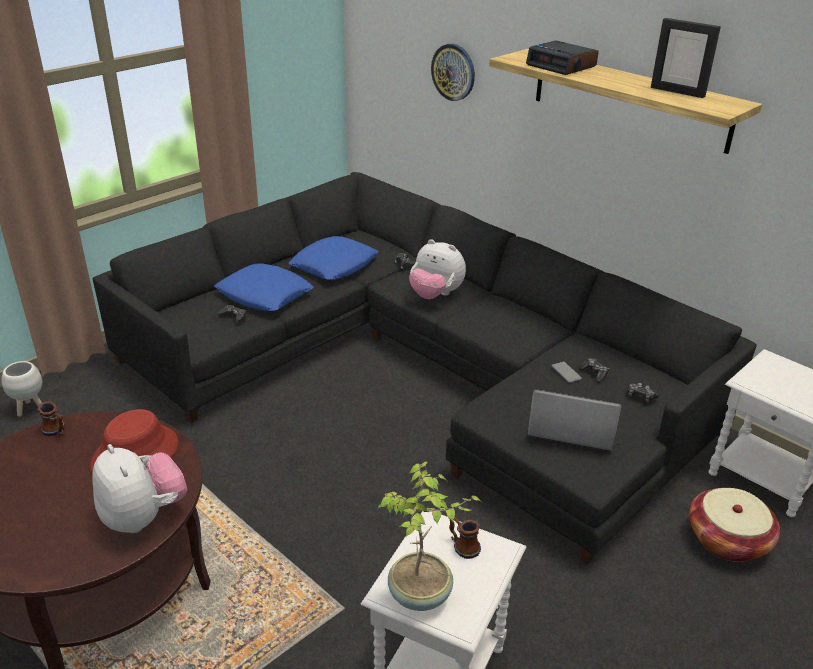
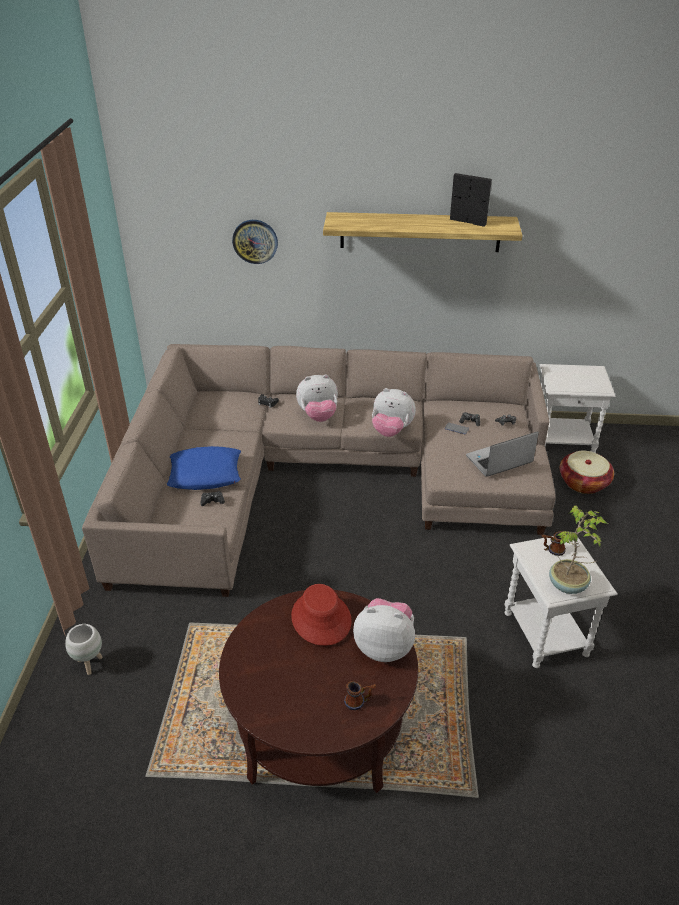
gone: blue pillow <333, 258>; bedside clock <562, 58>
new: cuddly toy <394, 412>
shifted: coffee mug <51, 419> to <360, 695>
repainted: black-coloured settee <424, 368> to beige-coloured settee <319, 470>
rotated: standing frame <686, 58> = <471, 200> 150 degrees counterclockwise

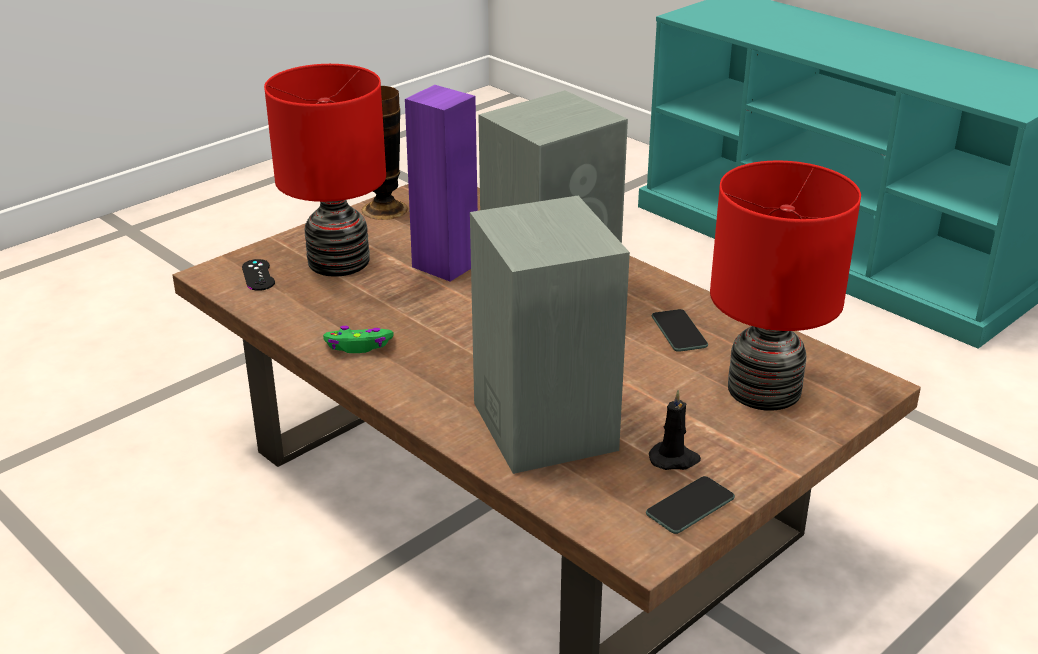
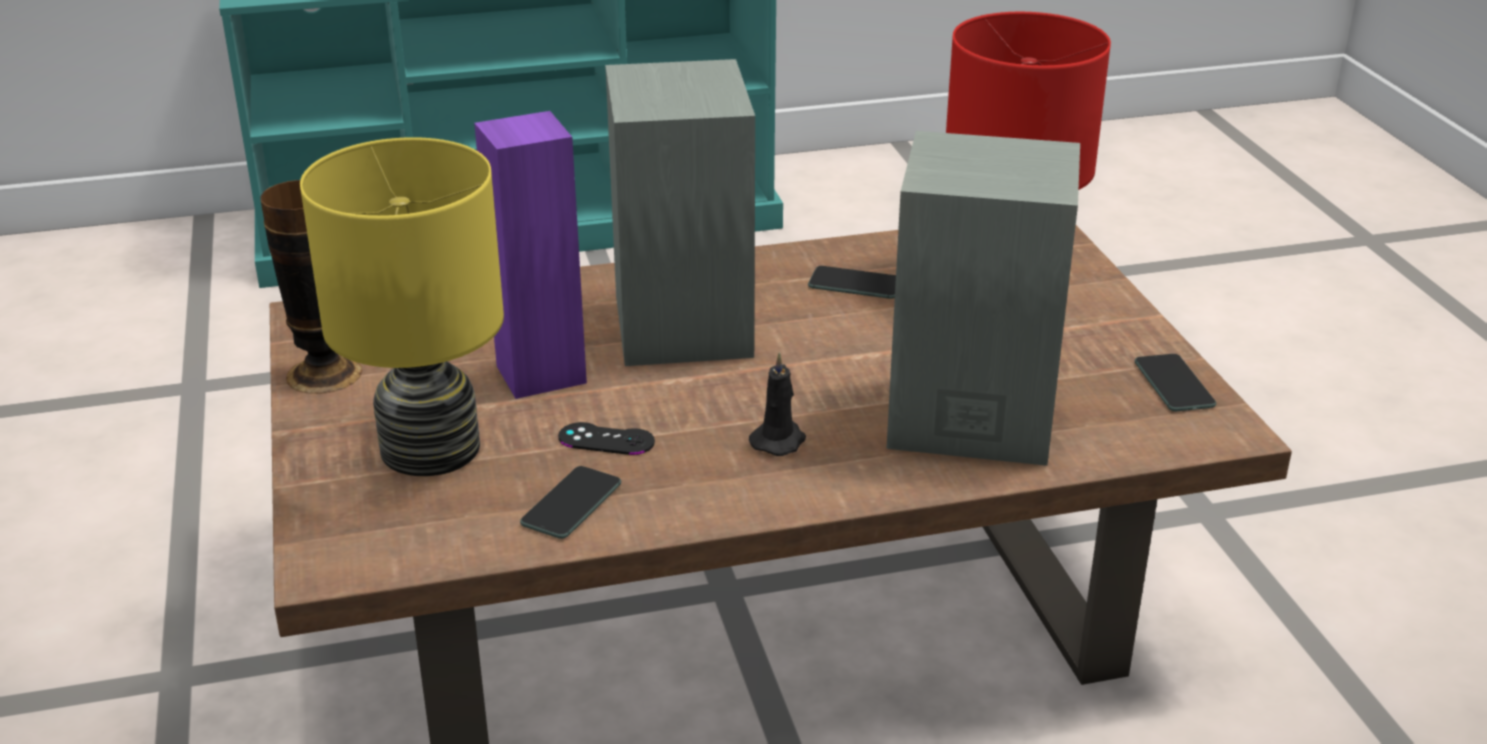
gone: green-coloured game controller <358, 339>
new: phone <570, 502>
shifted: black-coloured game controller <258, 275> to <606, 438>; black-coloured wax candle <675, 430> to <777, 403>
repainted: reddish lamp for a table <325, 170> to yellowish lamp for a table <402, 306>

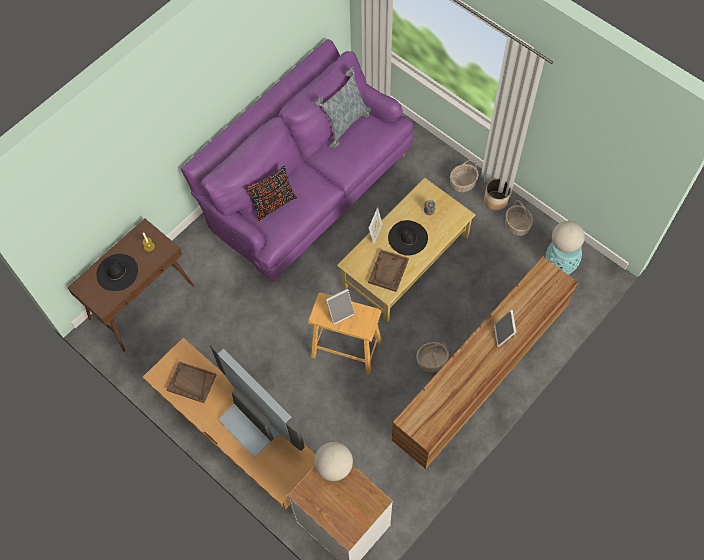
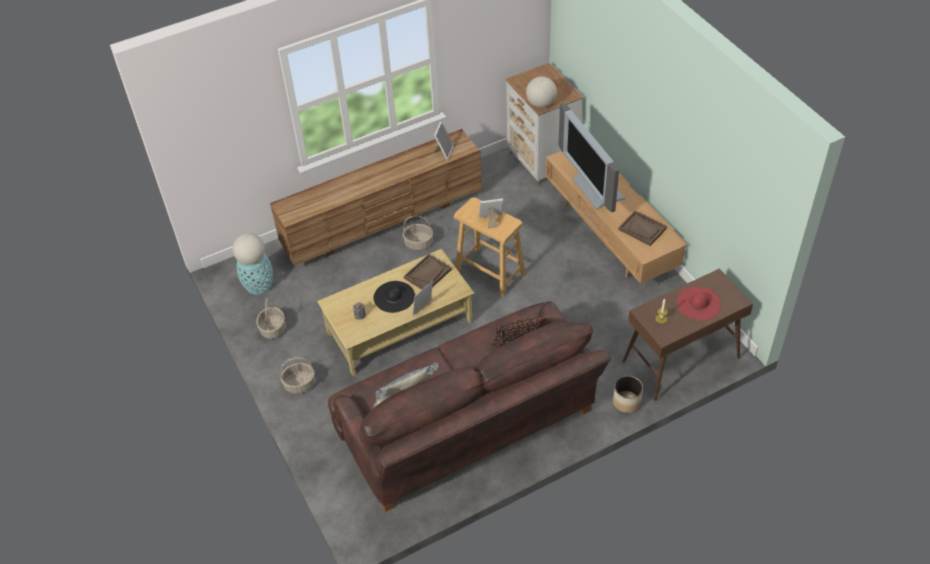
shifted: standing frame <505, 328> to <443, 140>; plant pot <497, 194> to <628, 394>
repainted: purplish settee <297, 160> to brown-coloured settee <469, 406>; black-coloured clothing hat <117, 272> to reddish clothing hat <699, 304>

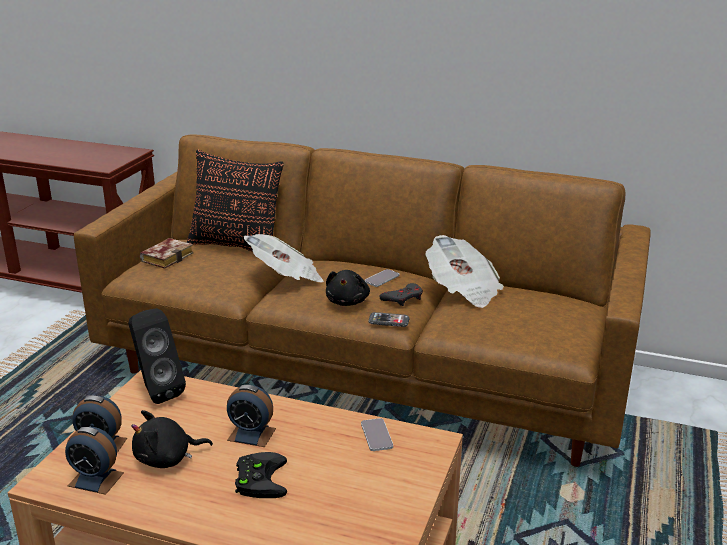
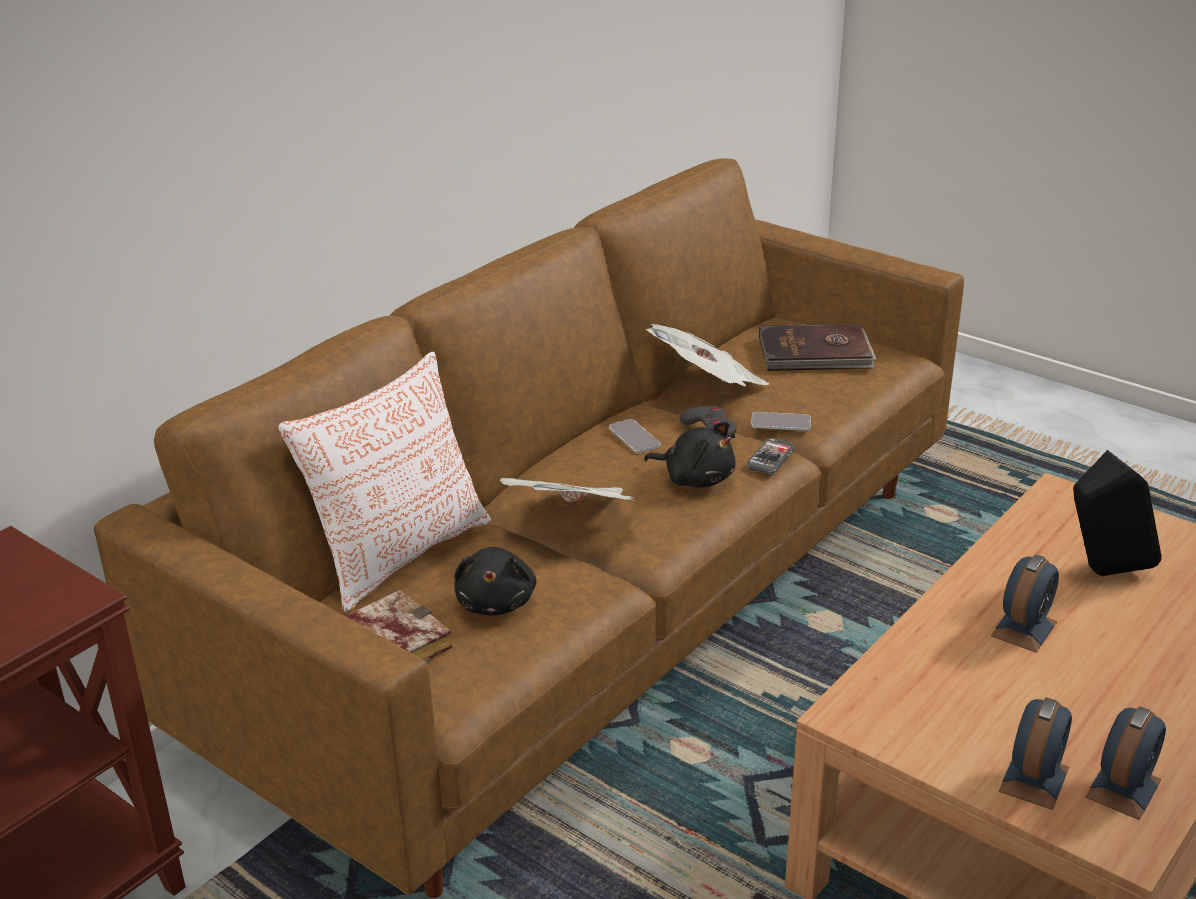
gone: black-coloured game controller <261, 475>
new: brown-coloured bound book <817, 347>
shifted: black-coloured cuddly toy <172, 439> to <495, 581>; phone <377, 434> to <781, 421>; black-coloured audio speaker <157, 356> to <1117, 513>
repainted: black-coloured pillow <235, 201> to whitish pillow <385, 482>

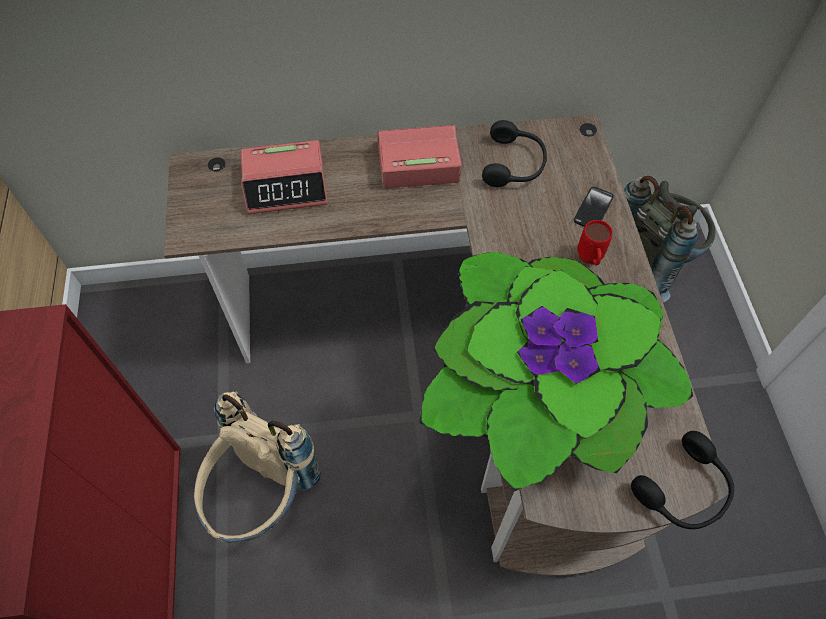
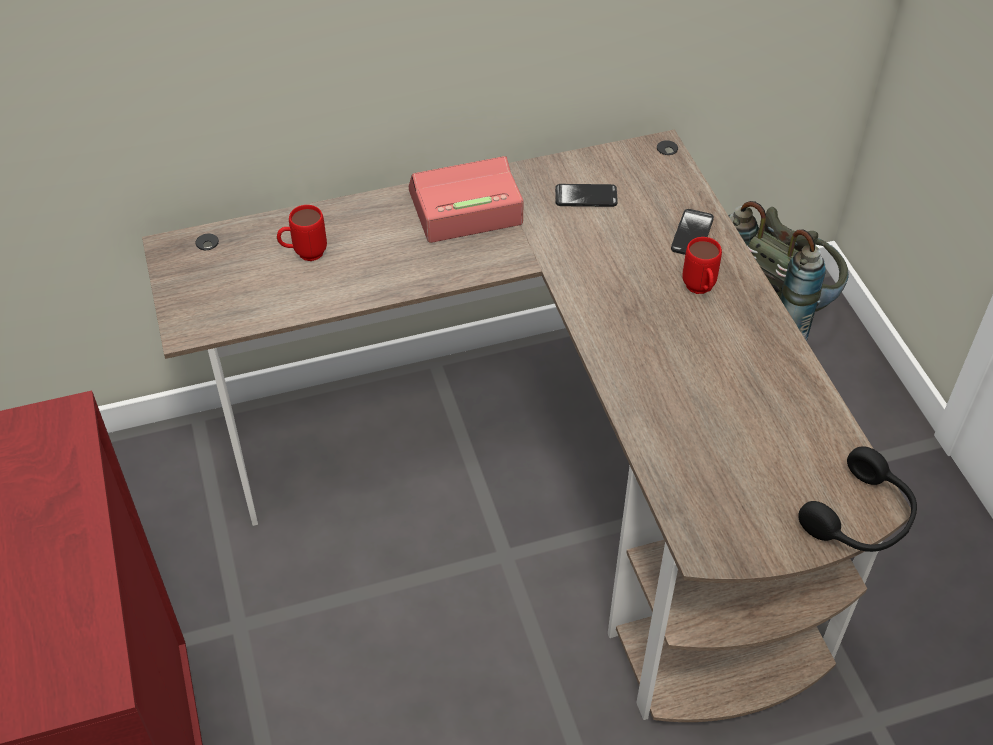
gone: beige-coloured knapsack <257, 467>; houseplant <556, 372>
swapped: bedside clock <284, 177> to reddish coffee mug <302, 233>; black-coloured pair of headphones <514, 153> to phone <586, 195>

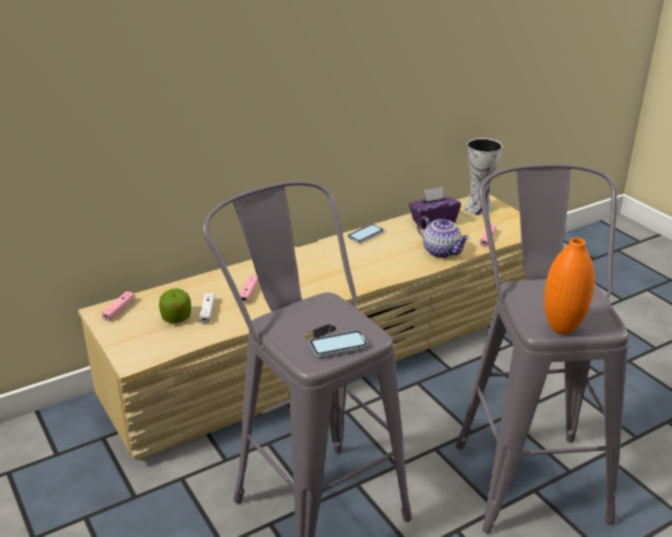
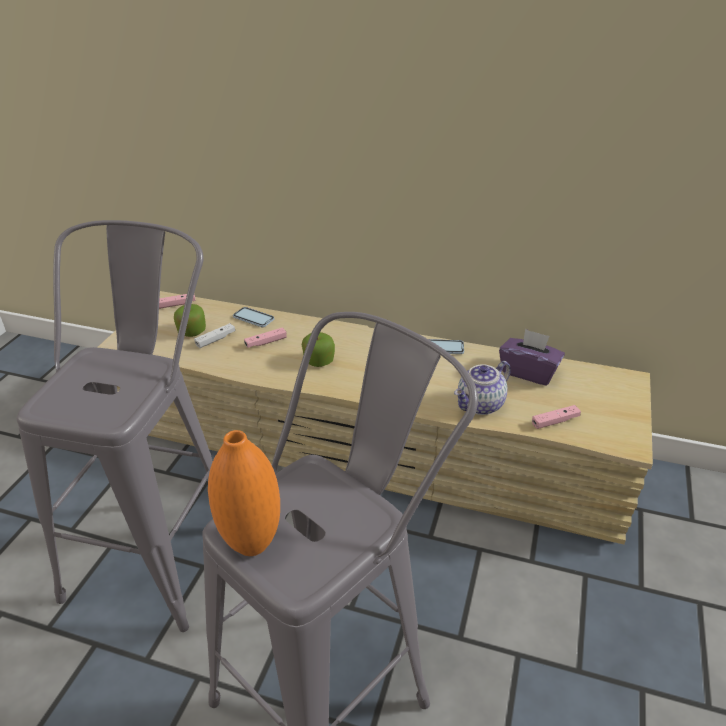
gone: flower vase <483, 176>
new: apple <318, 349>
shifted: phone <338, 343> to <253, 317>
rotated: teapot <443, 237> = <482, 388> 45 degrees clockwise

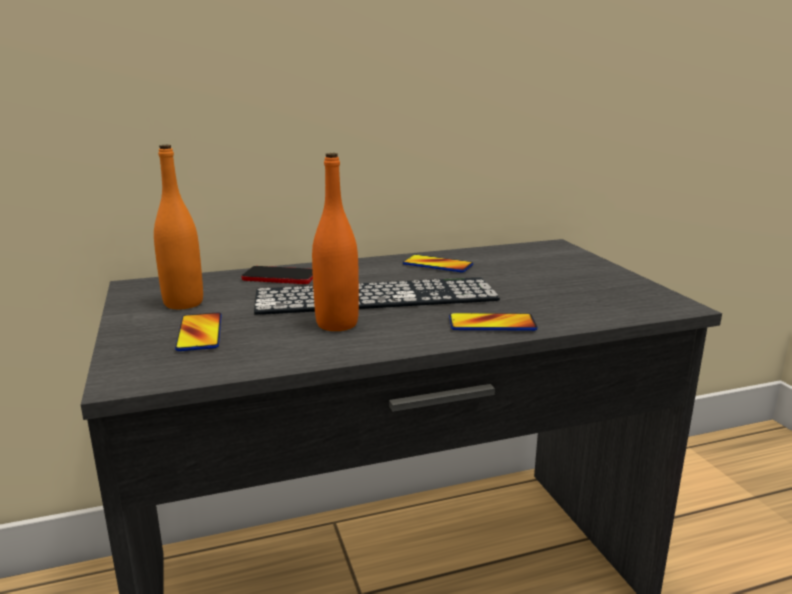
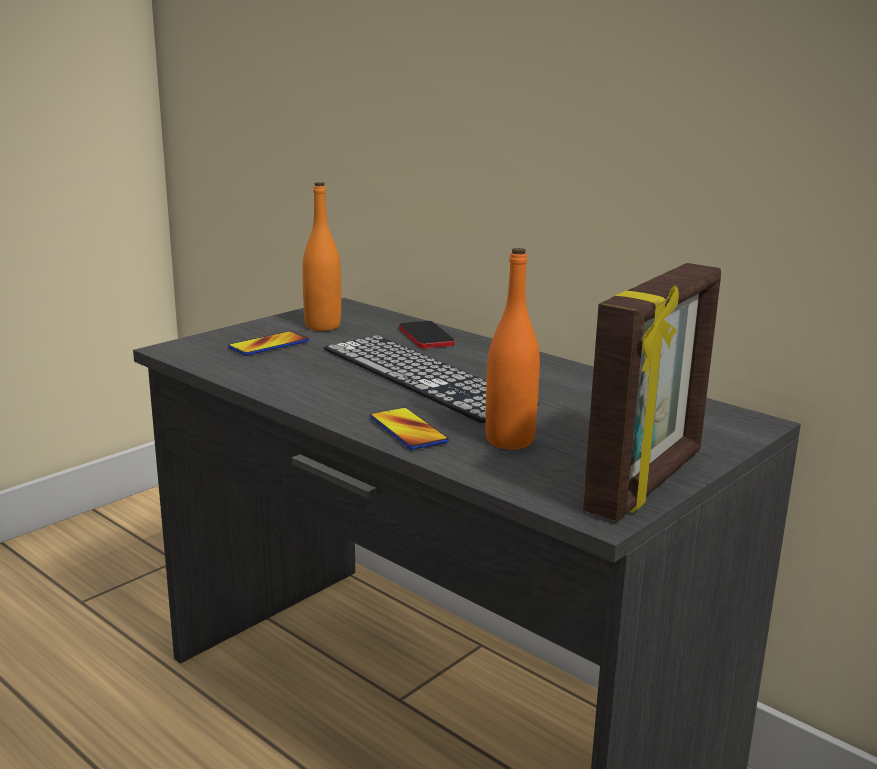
gone: phone <438, 264>
new: standing frame <652, 392>
shifted: orange bottle <335, 242> to <513, 348>

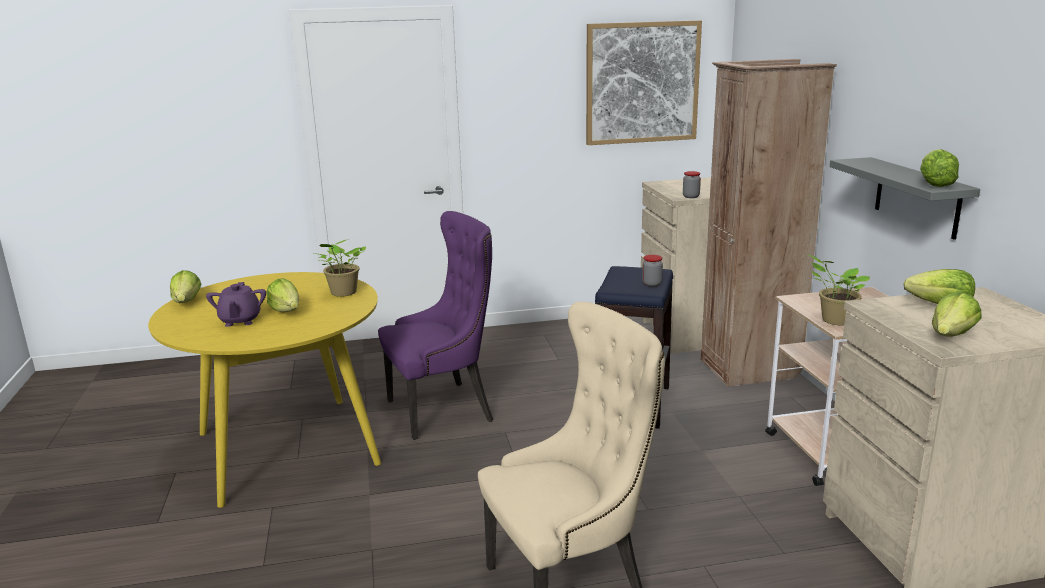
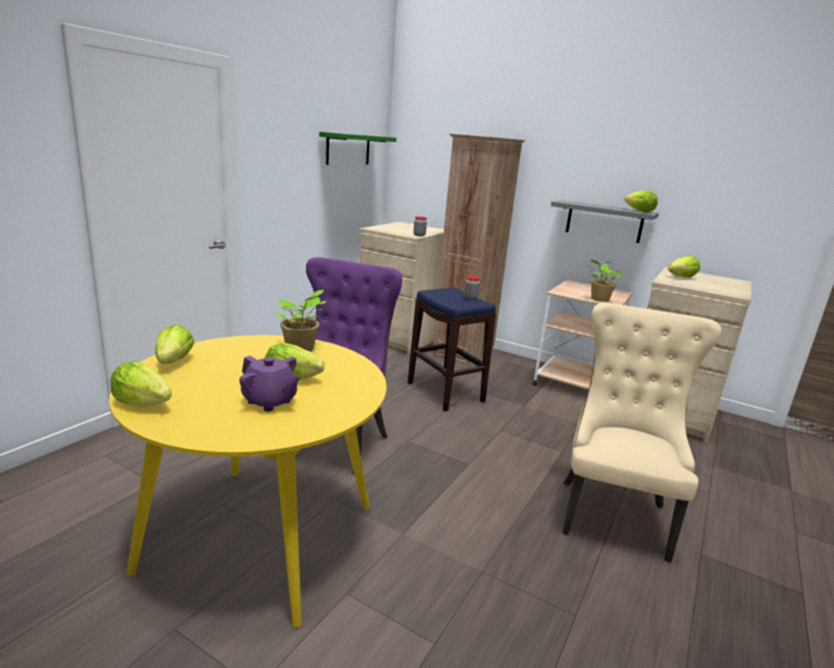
shifted: lettuce <957, 314> to <174, 344>
swapped: picture <644, 82> to green-coloured wall shelf <357, 148>

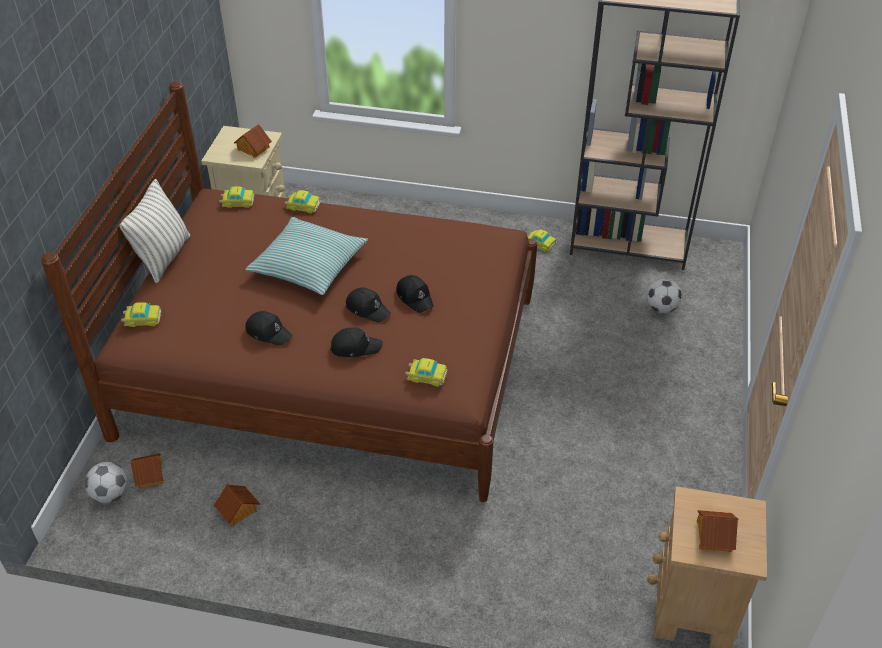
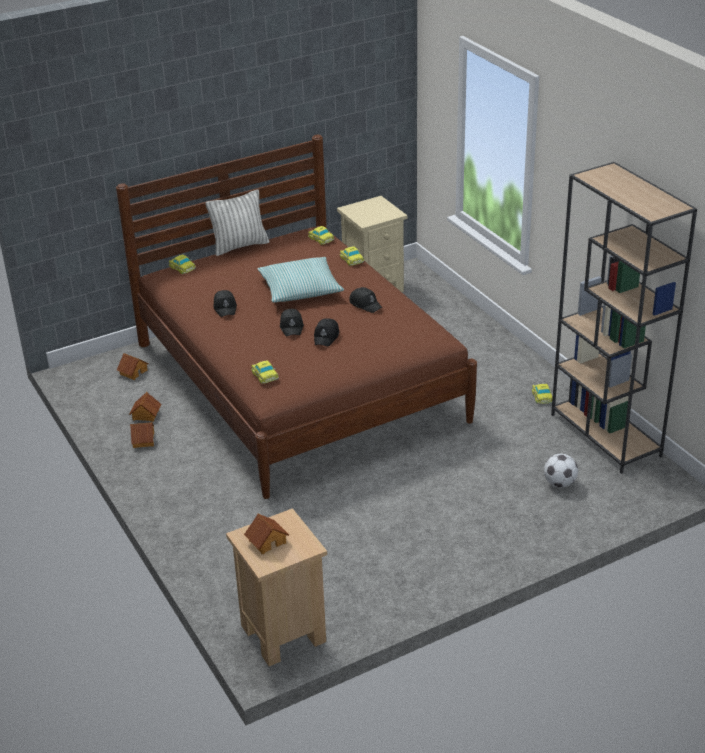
gone: ball for football <106, 482>
shifted: toy house <253, 141> to <142, 435>; black-coloured baseball cap <357, 342> to <365, 300>

